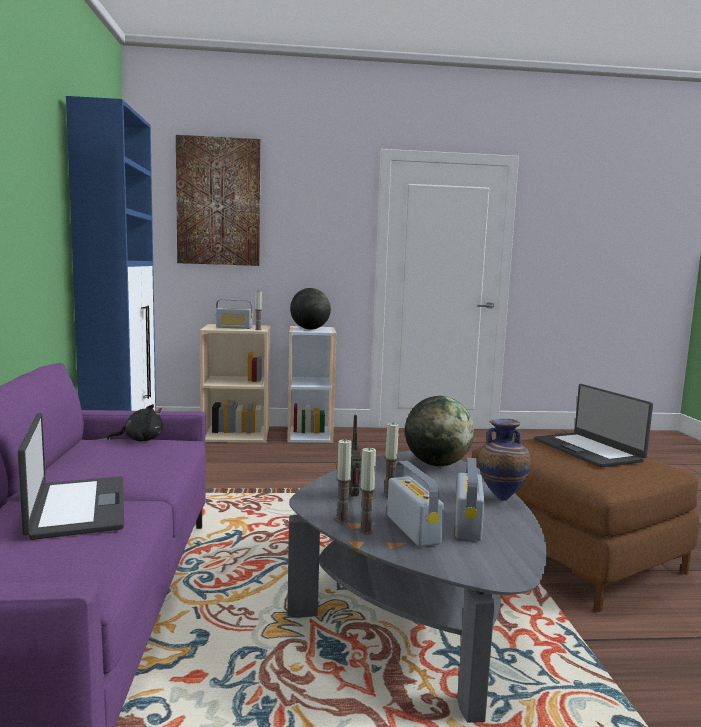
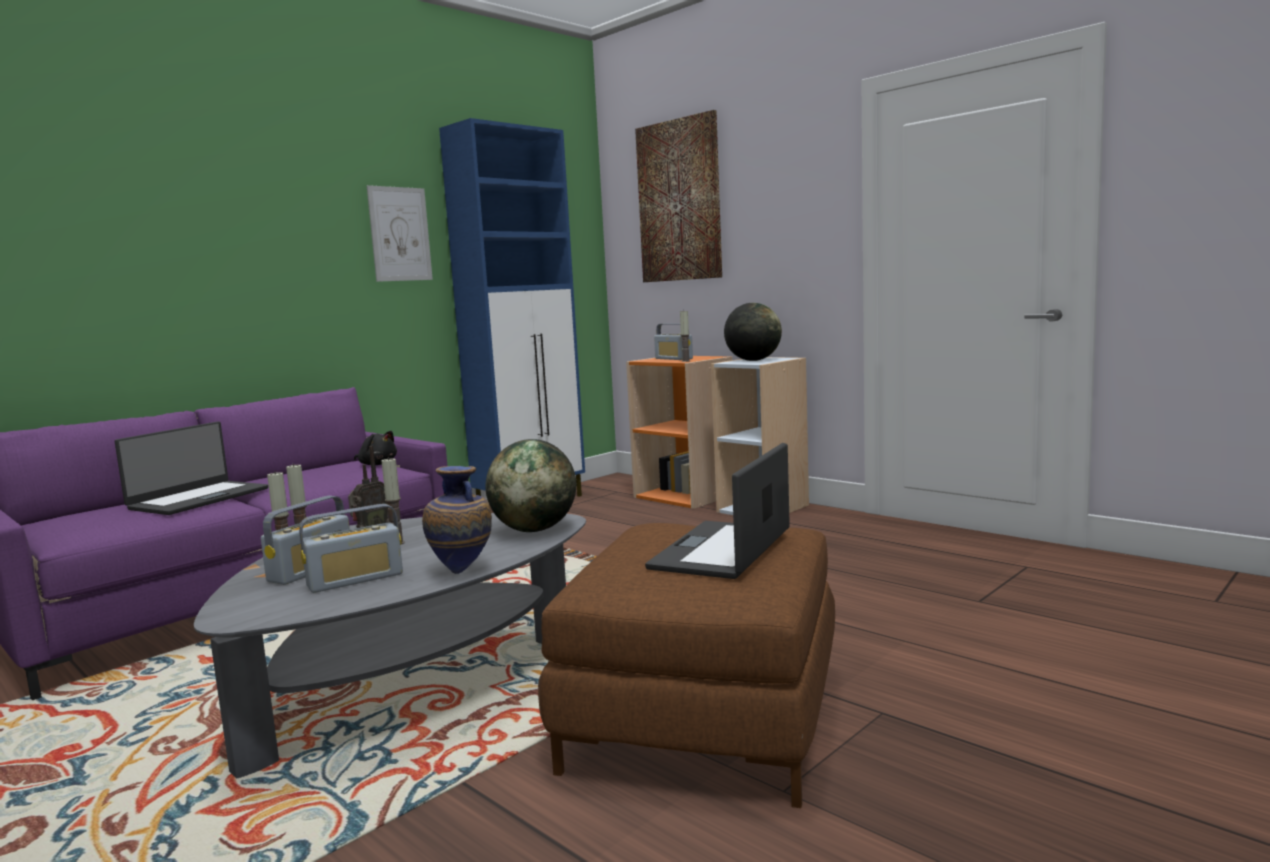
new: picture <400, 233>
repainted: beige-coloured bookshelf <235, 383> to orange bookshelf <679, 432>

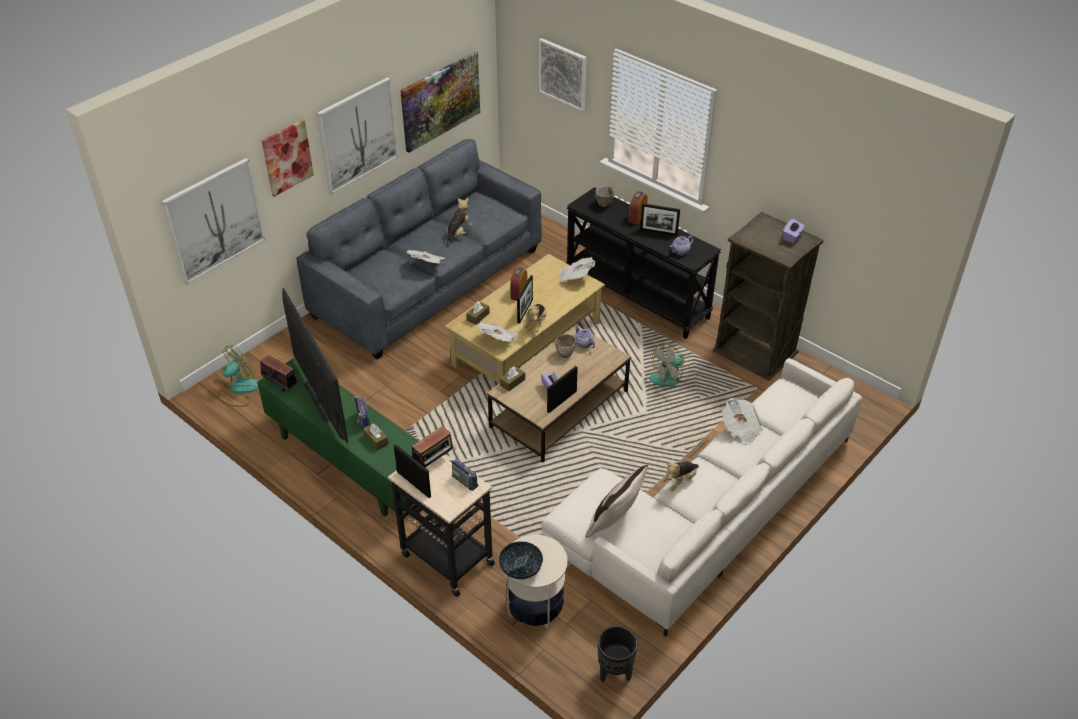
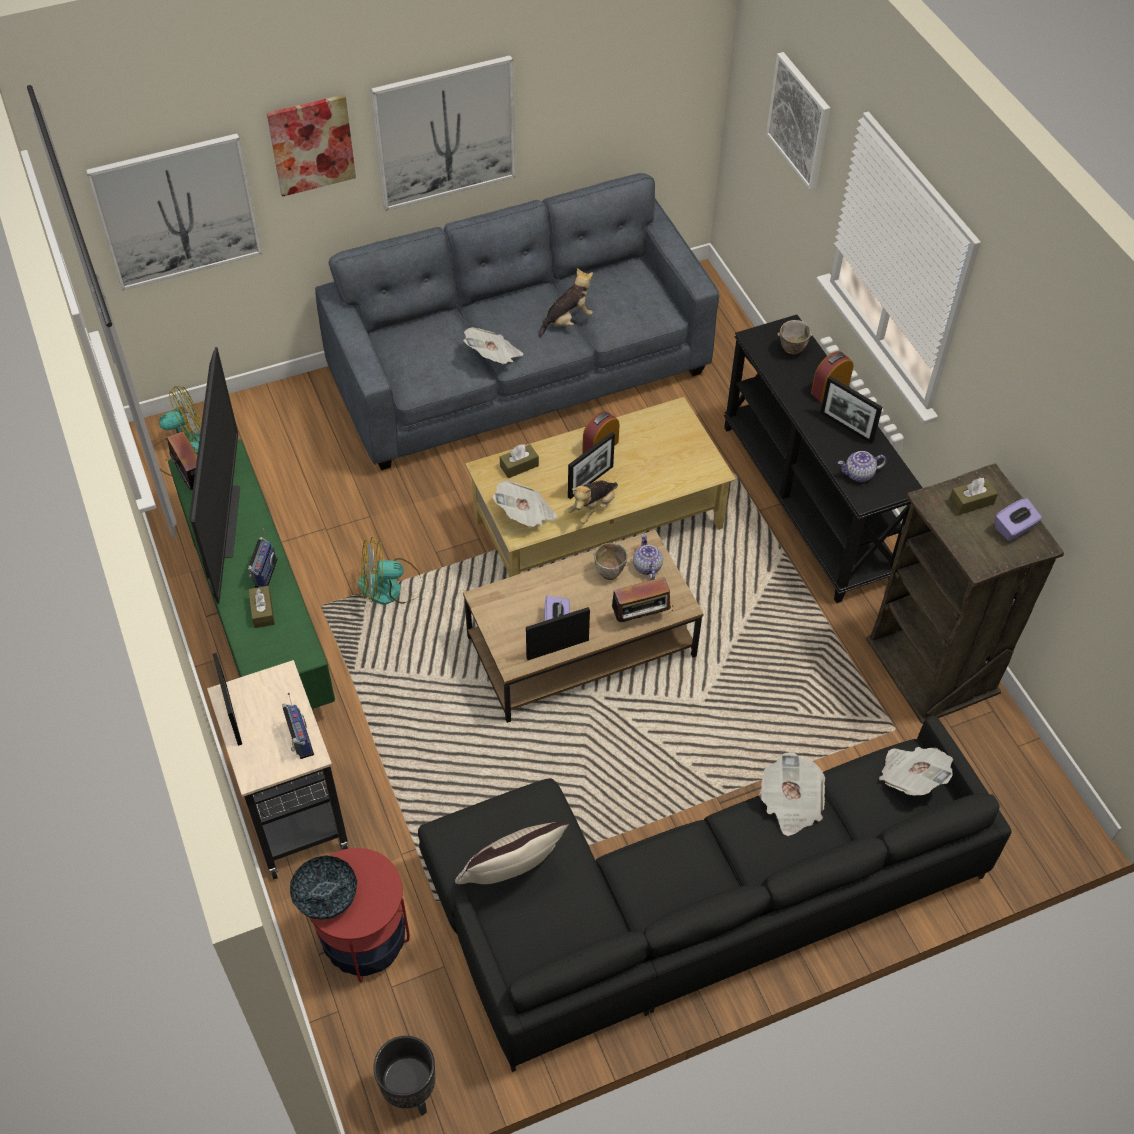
gone: picture <440, 102>; cuddly toy <680, 476>
shifted: electric fan <669, 365> to <390, 571>; radio set <433, 447> to <642, 599>; printed paper <577, 269> to <916, 771>; brown-coloured tissue holder <512, 379> to <973, 496>
repainted: beige-coloured end table <537, 581> to reddish end table <359, 915>; whitish settee <701, 497> to black-coloured settee <715, 894>

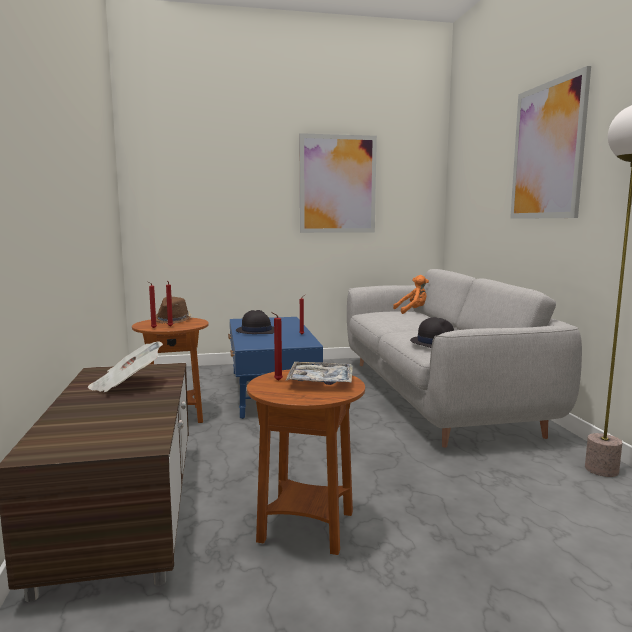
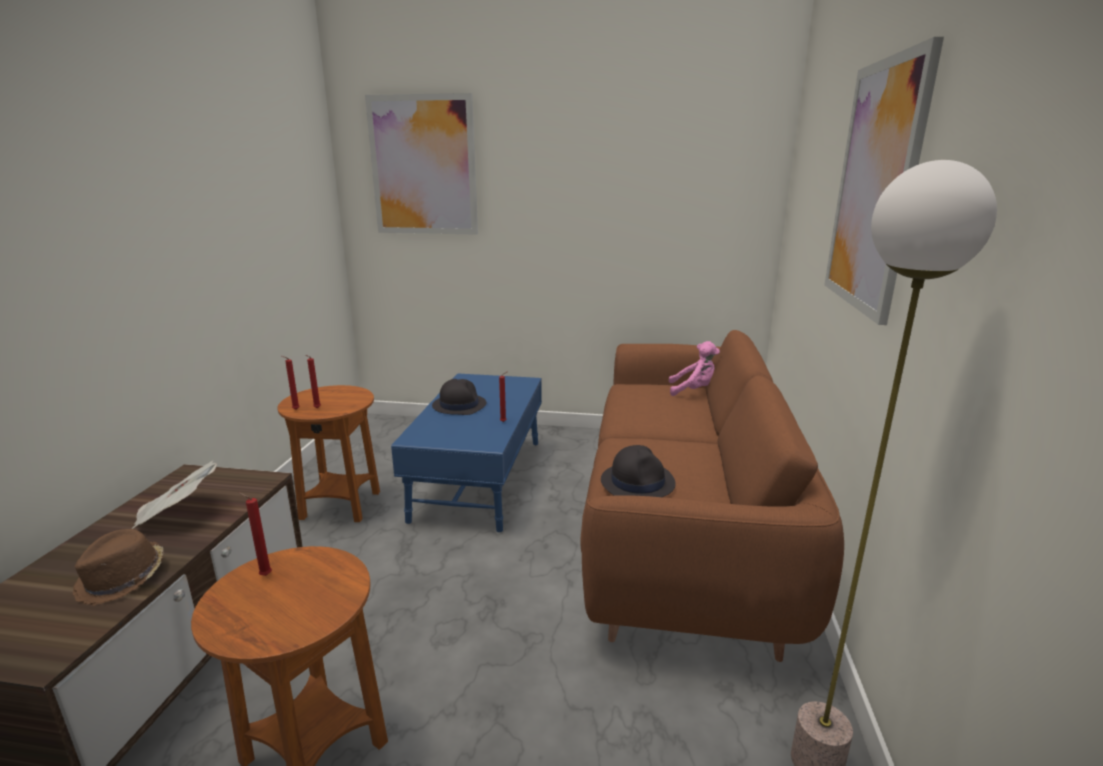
gone: carrying tray <319, 373>
shifted: brown-coloured clothing hat <174, 310> to <118, 567>; picture <338, 183> to <421, 164>
repainted: gray settee <464, 358> to brown-coloured settee <712, 496>; orange cuddly toy <411, 294> to pinkish cuddly toy <694, 368>

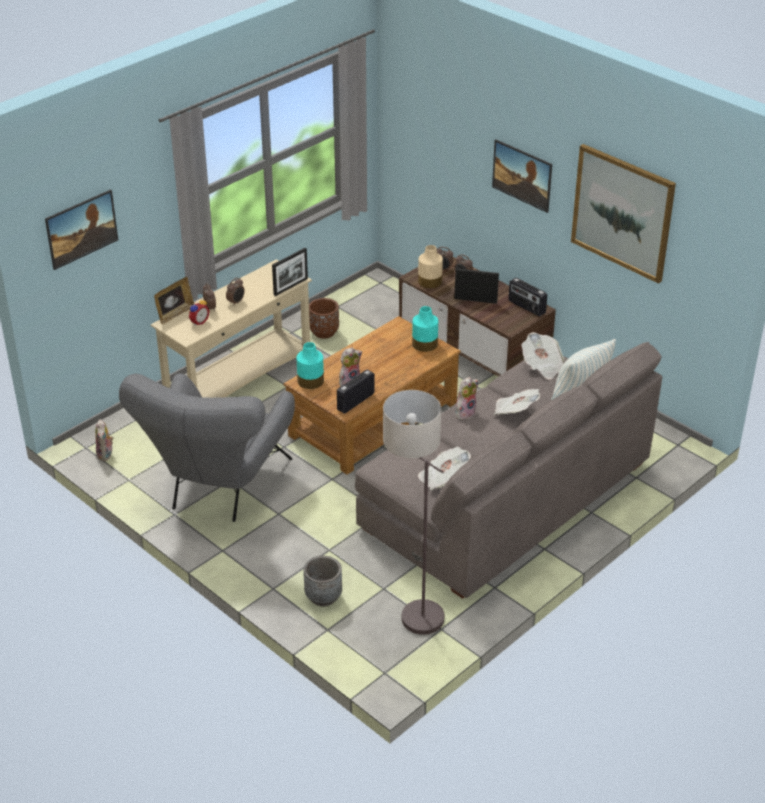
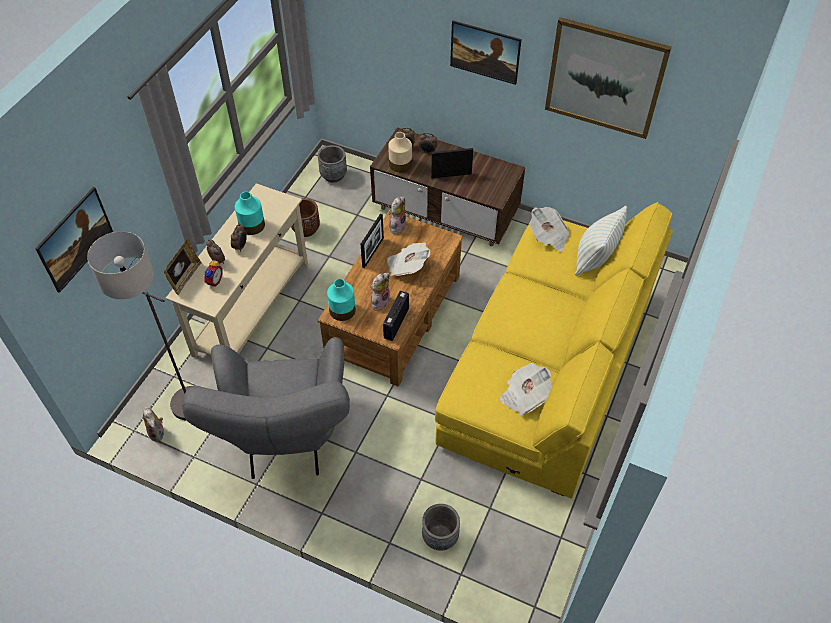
gone: radio set <527, 297>
new: gray plant pot <332, 164>
shifted: gray floor lamp <413, 512> to <140, 326>; turquoise flower vase <425, 329> to <250, 213>; standing frame <290, 272> to <372, 241>; printed paper <517, 402> to <408, 259>; cuddly toy <466, 398> to <397, 215>
repainted: gray settee <508, 470> to yellowish settee <554, 350>

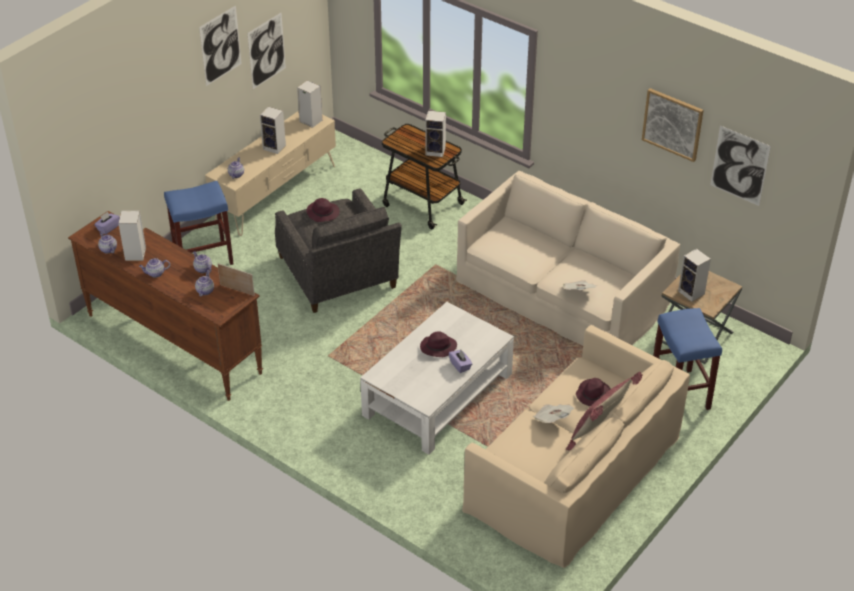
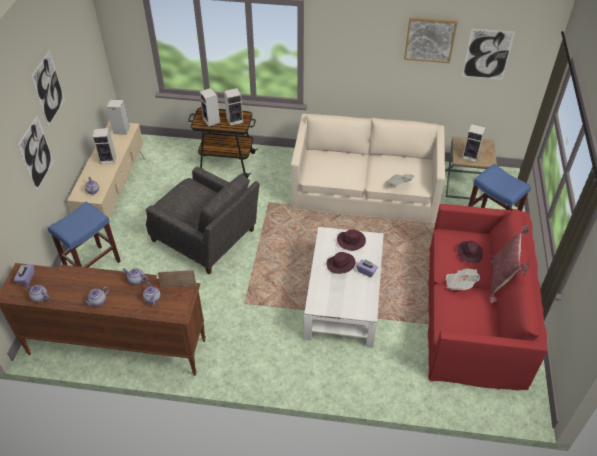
shifted: picture <266, 51> to <36, 153>; audio speaker <132, 236> to <209, 107>; purplish clothing hat <323, 210> to <351, 240>
repainted: beige-coloured settee <576, 446> to reddish settee <488, 297>

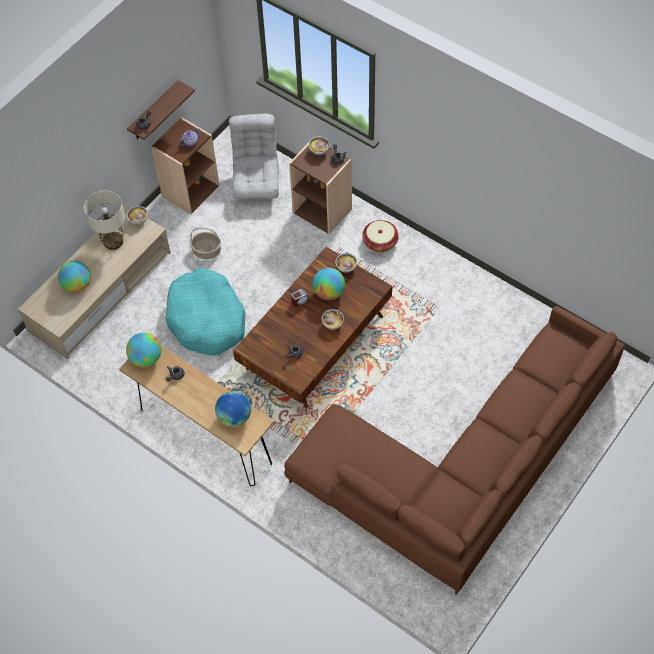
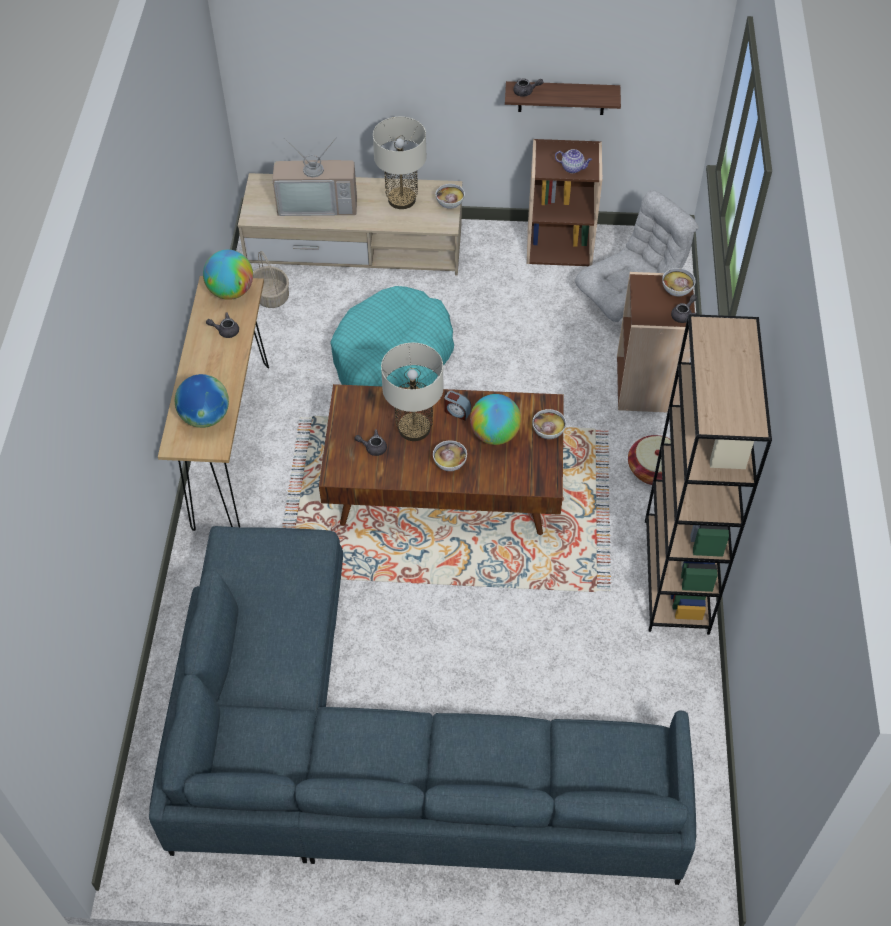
new: lamp for a table <412, 392>; beige-coloured bookshelf <708, 474>
shifted: storage basket <205, 243> to <271, 279>
swapped: world globe <74, 277> to television <314, 176>
repainted: brown-coloured settee <454, 450> to blue settee <422, 705>

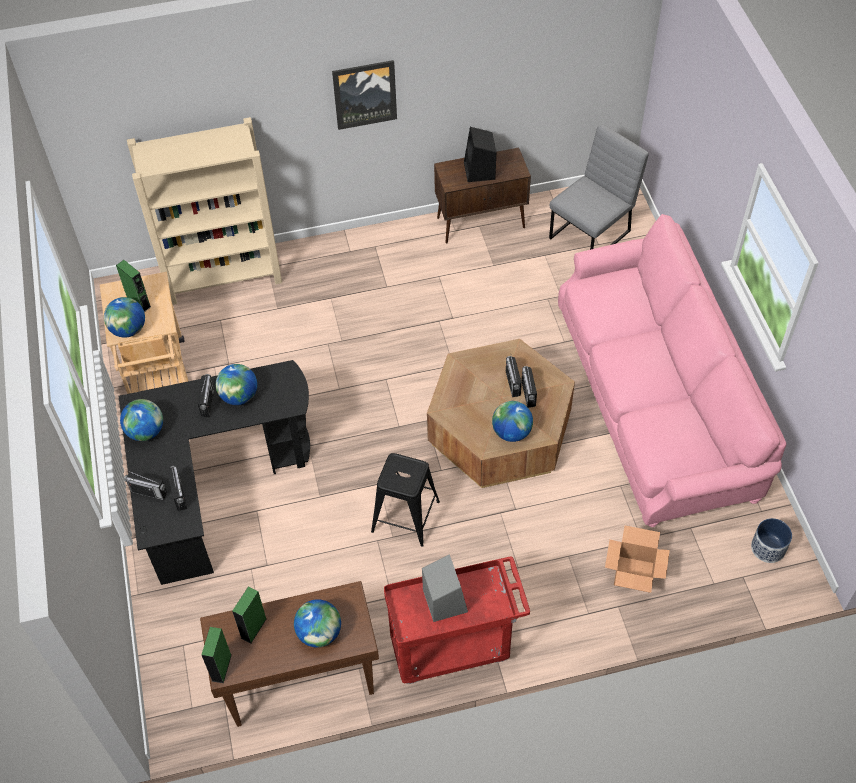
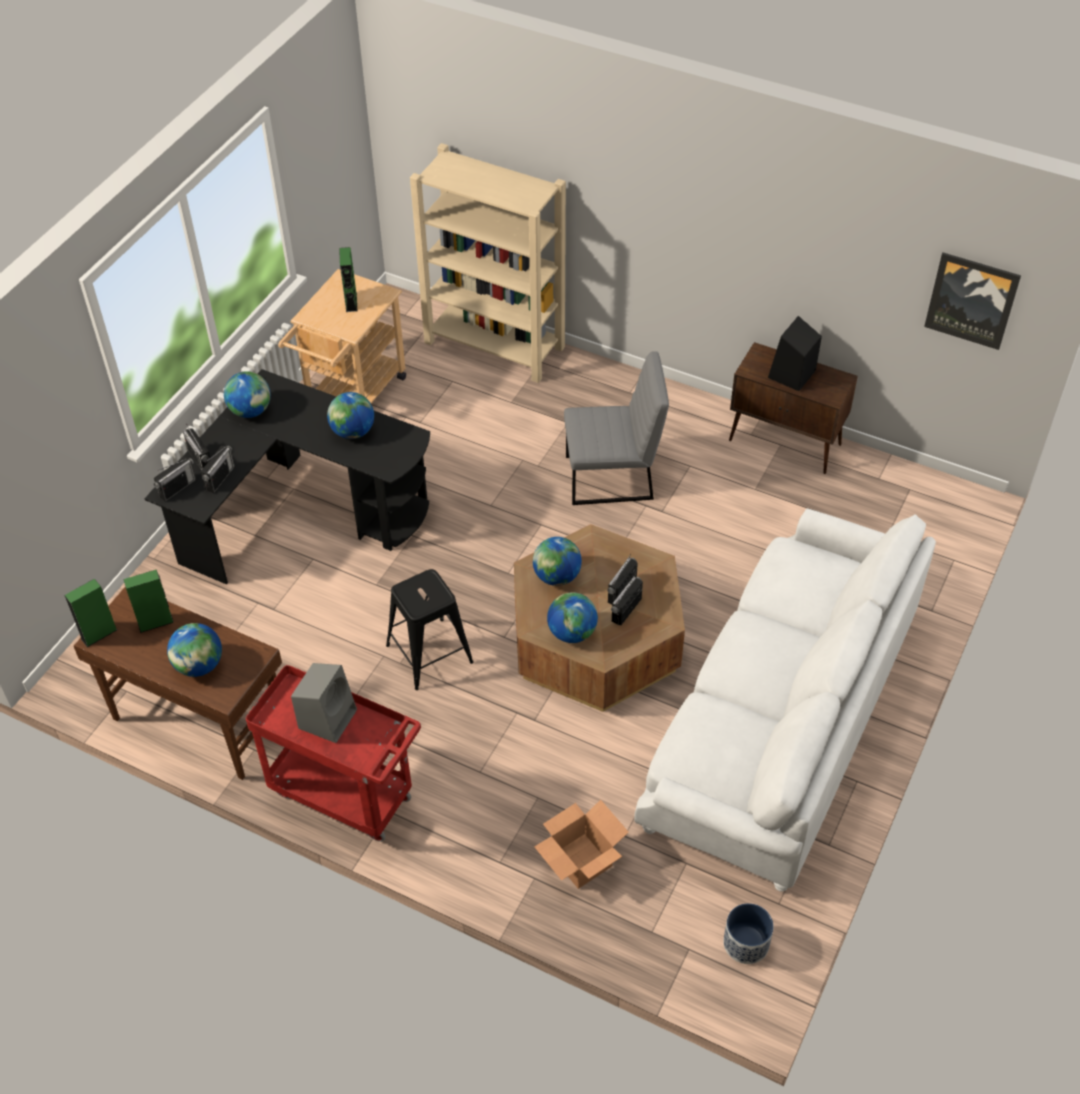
shifted: radio set <205, 395> to <174, 479>; world globe <124, 317> to <557, 561>; gray chair <599, 187> to <616, 428>; picture <364, 95> to <972, 301>
repainted: pinkish settee <672, 370> to whitish settee <785, 700>

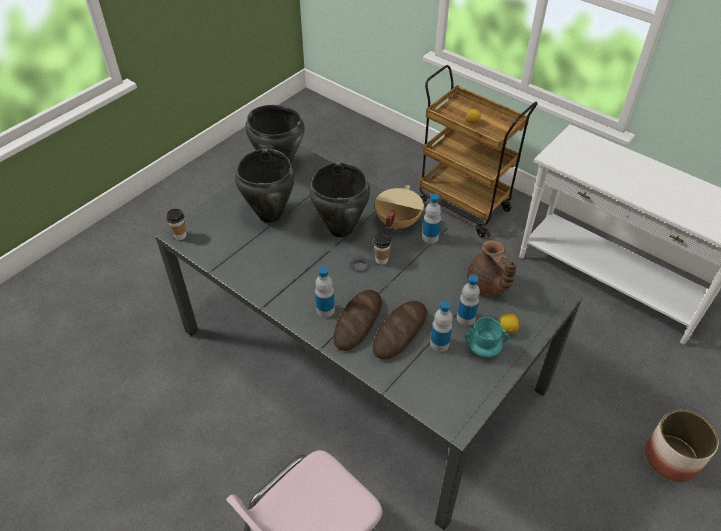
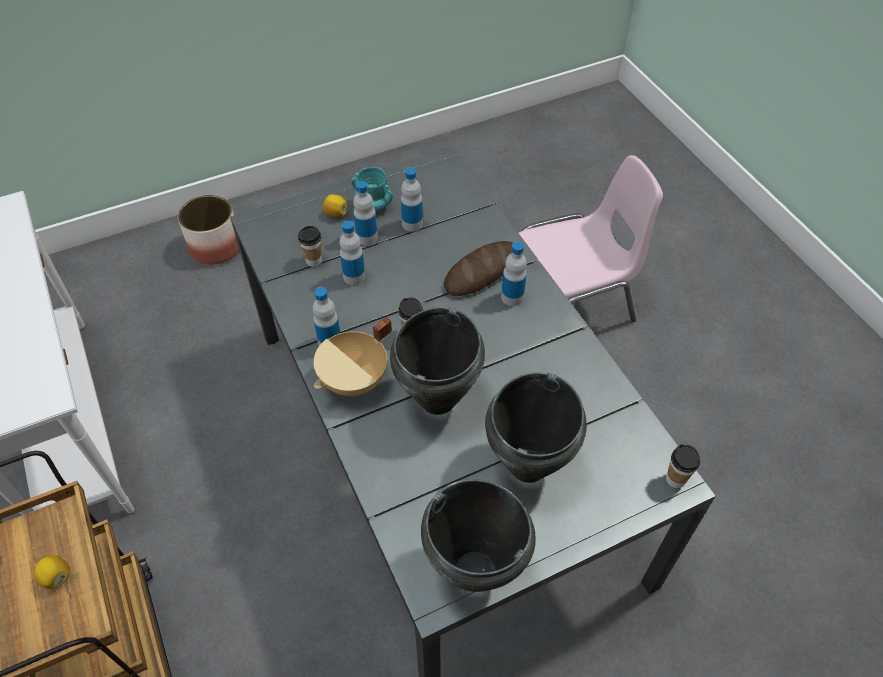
gone: baked bread <400, 330>
new: bottle <352, 253>
swapped: brown-coloured teapot <492, 267> to cup <310, 246>

